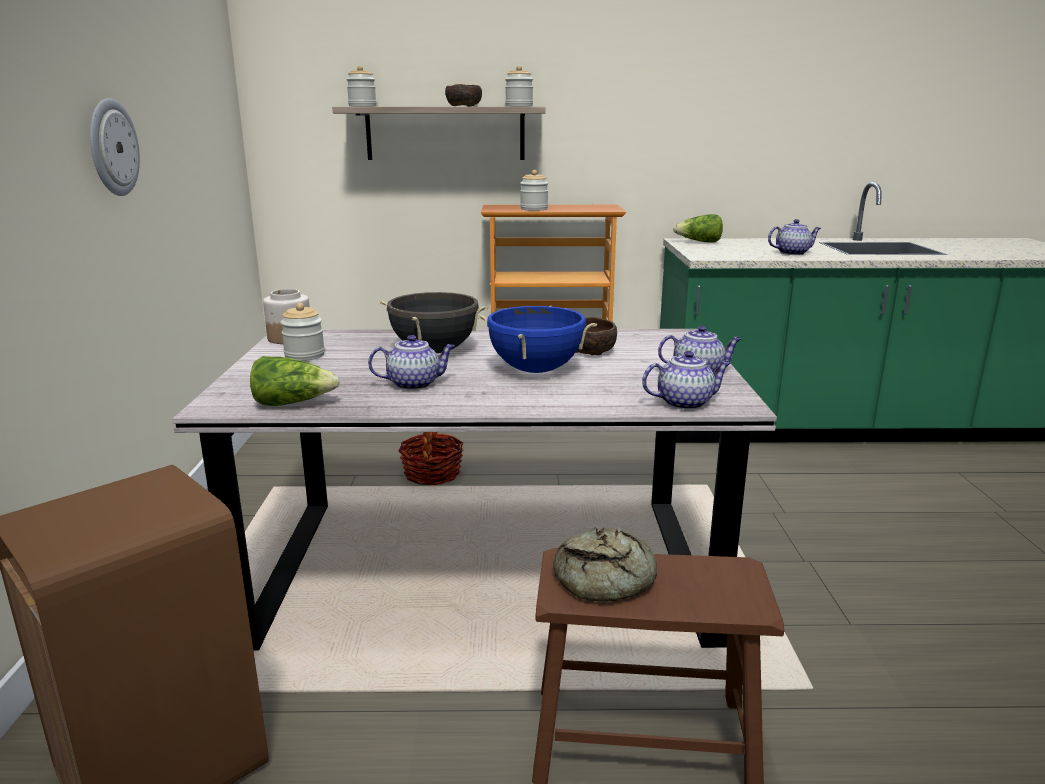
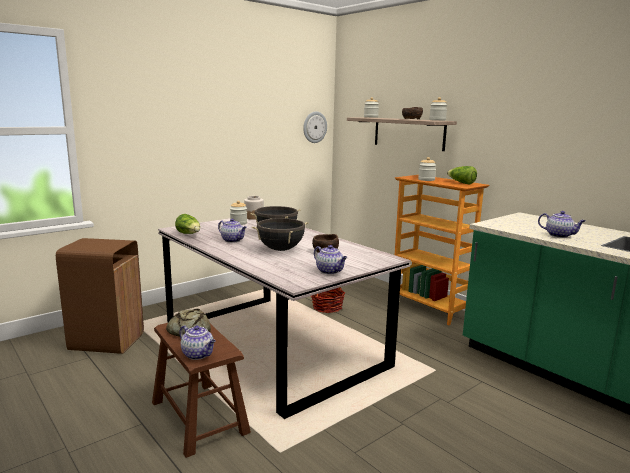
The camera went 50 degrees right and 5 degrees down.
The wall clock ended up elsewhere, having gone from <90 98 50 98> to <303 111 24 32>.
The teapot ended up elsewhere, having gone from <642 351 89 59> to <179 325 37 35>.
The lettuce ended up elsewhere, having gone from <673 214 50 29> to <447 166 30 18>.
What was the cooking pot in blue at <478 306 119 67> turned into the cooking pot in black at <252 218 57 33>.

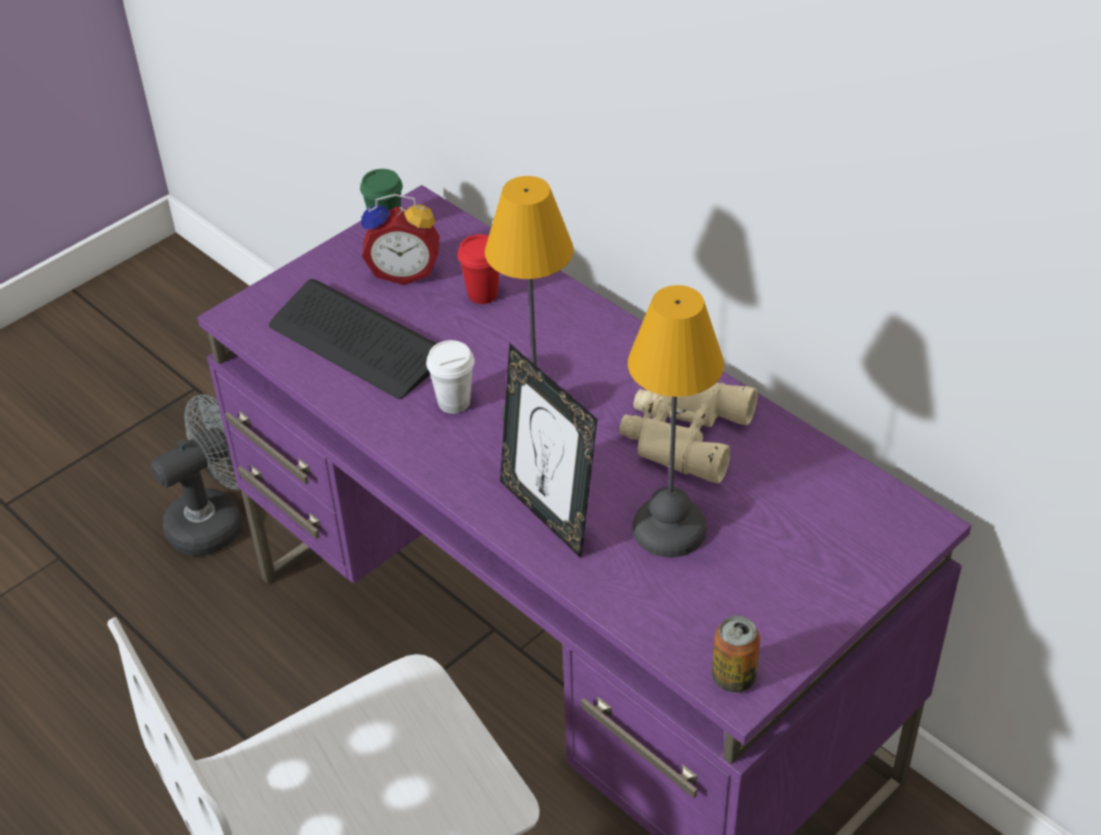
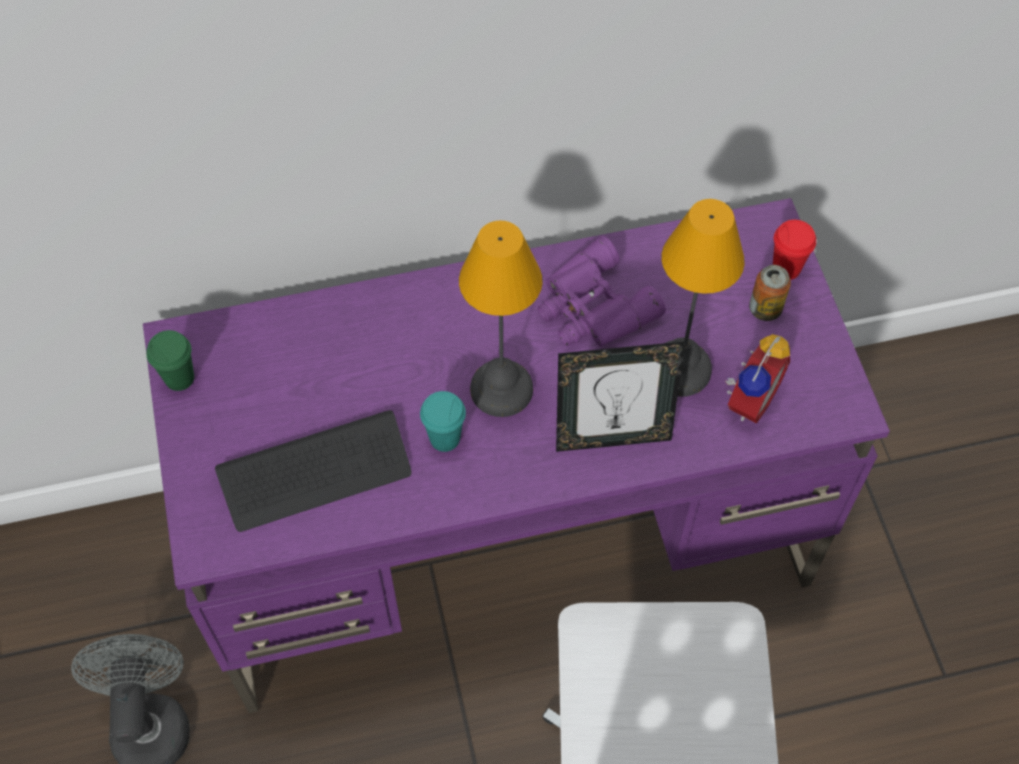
The camera went 60 degrees left and 15 degrees up.
The alarm clock ended up elsewhere, having gone from <361 194 79 91> to <725 334 65 89>.
The cup in red ended up elsewhere, having gone from <457 234 42 70> to <773 220 43 60>.
The can ended up elsewhere, having gone from <712 616 48 77> to <749 265 42 56>.
What was the cup in white at <426 340 48 74> turned into the cup in turquoise at <420 391 46 61>.
What was the binoculars in beige at <619 383 139 100> turned into the binoculars in purple at <538 236 128 110>.

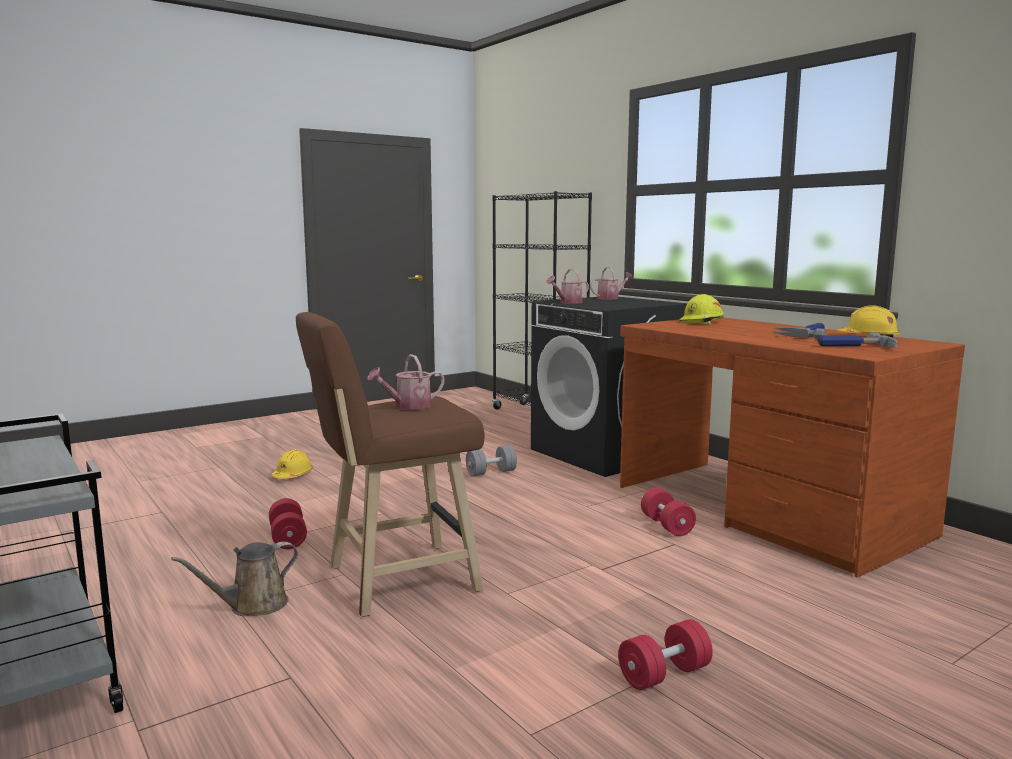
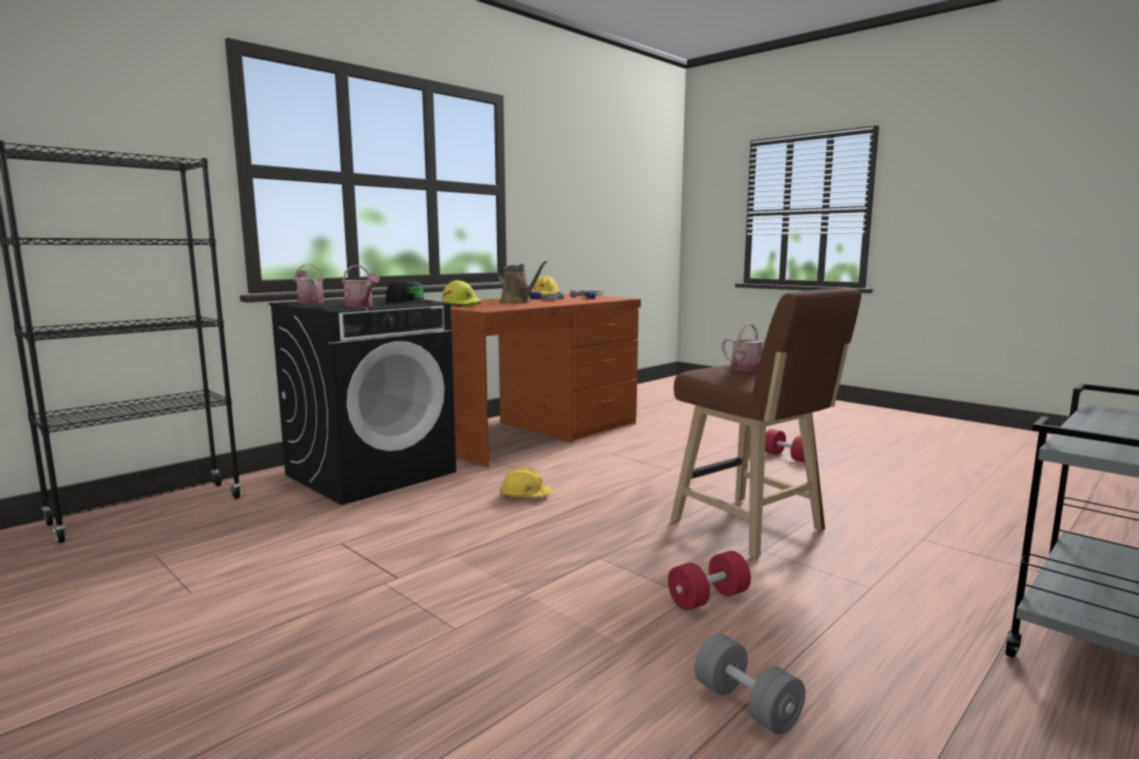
The camera went 100 degrees left and 0 degrees up.
The second view lost the dumbbell in red at <641 488 55 48>.
The second view gained the cap in black at <386 279 48 25>.
The watering can in brown ended up elsewhere, having gone from <171 542 127 74> to <498 261 49 42>.
The hard hat in yellow ended up elsewhere, having gone from <272 450 41 29> to <500 467 52 30>.
The dumbbell in grey ended up elsewhere, having gone from <466 445 51 32> to <695 634 110 101>.

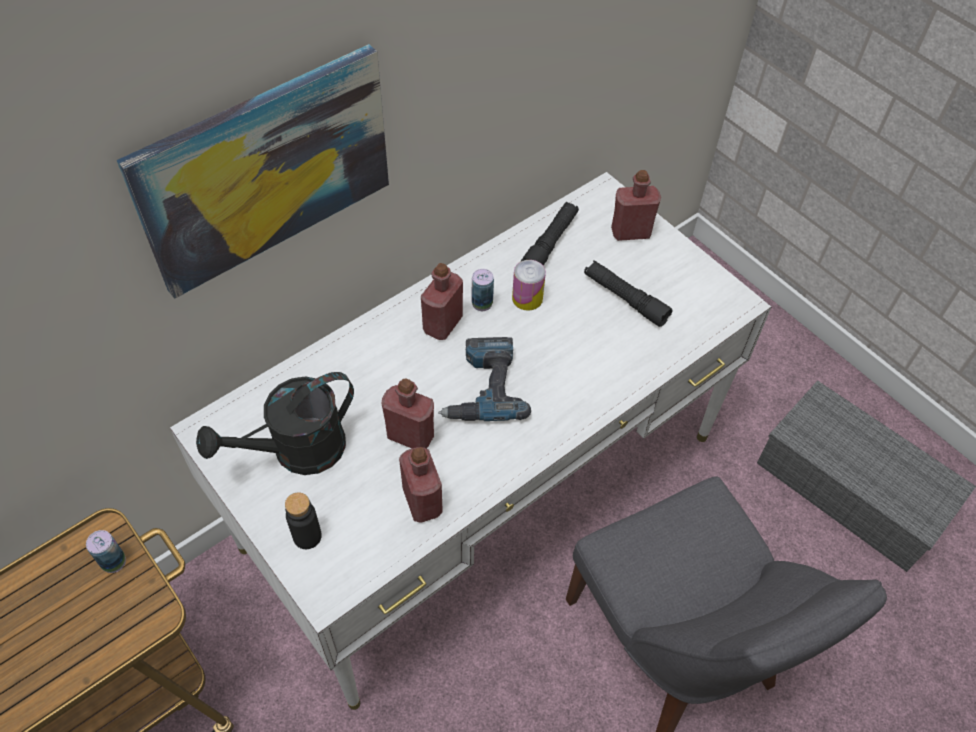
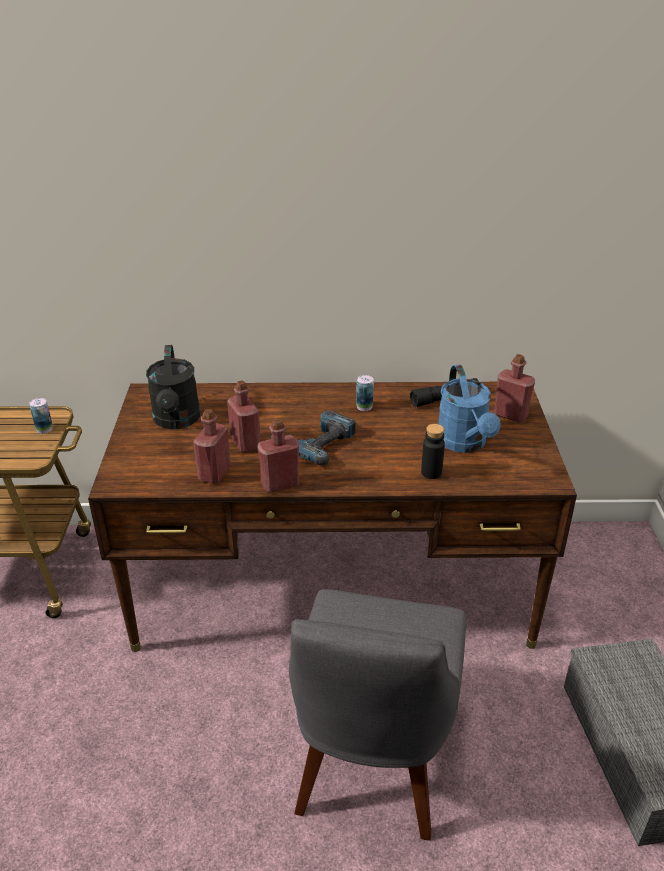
The camera went 40 degrees right and 20 degrees down.
The second view lost the picture at <117 44 272 255>.
The second view lost the can at <512 260 34 51>.
The bottle in black ended up elsewhere, having gone from <285 492 37 57> to <421 424 24 55>.
The bottle in red ended up elsewhere, having gone from <421 263 42 77> to <258 419 41 74>.
Where the flashlight in black stood at <584 260 88 67>, the watering can in blue came to stand at <439 365 62 88>.
What was the desk in white at <170 172 601 538> turned into the desk in brown at <88 382 489 270>.
The watering can in black at <196 372 158 103> ended up facing another way, 105 degrees counterclockwise from before.

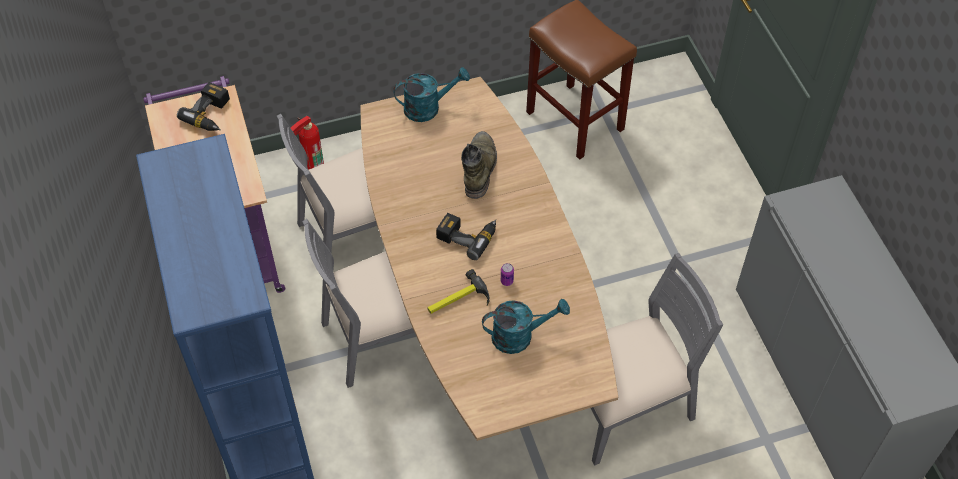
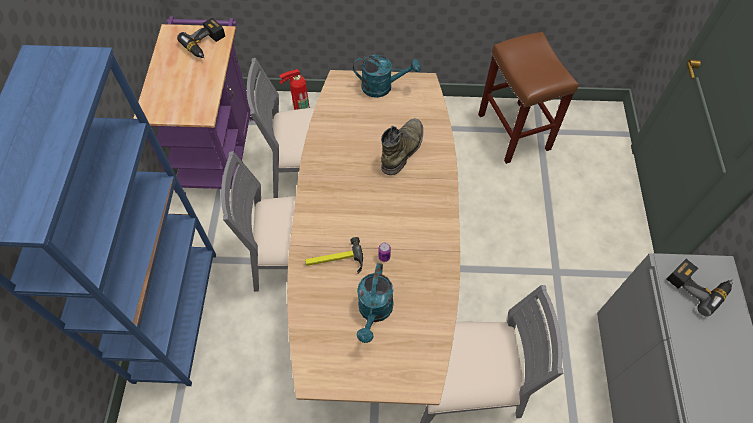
The camera went 20 degrees right and 5 degrees up.
The power drill ended up elsewhere, having gone from <436 213 60 47> to <667 259 66 58>.
The watering can in turquoise at <482 299 88 55> ended up facing another way, 90 degrees clockwise from before.

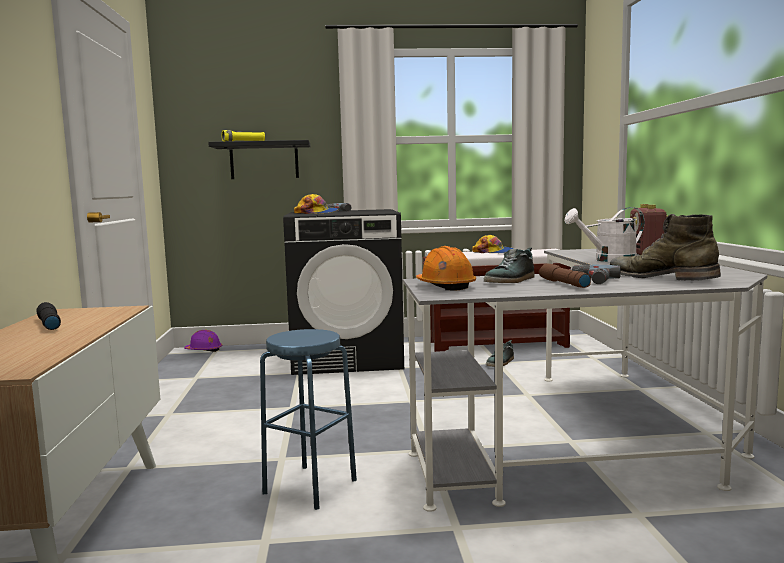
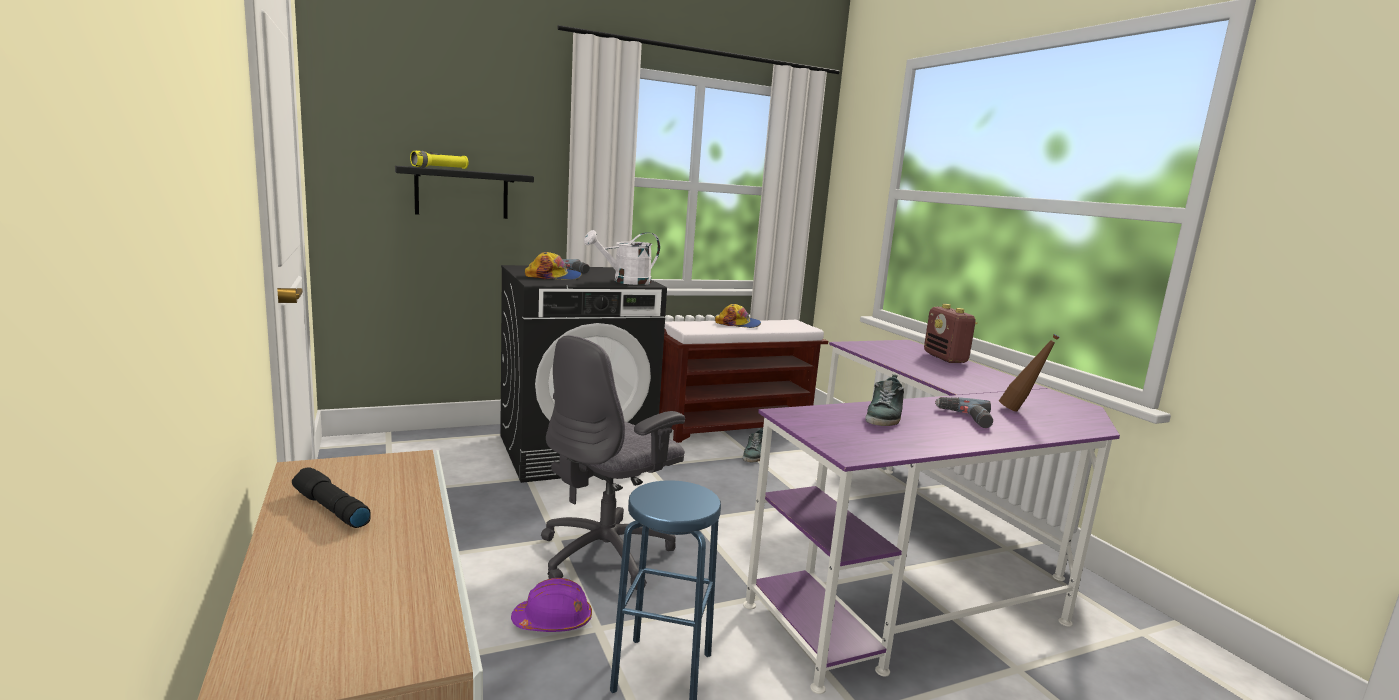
The camera went 20 degrees left and 5 degrees up.
The second view lost the hard hat in orange at <416 246 60 44>.
The second view lost the flashlight in brown at <539 264 52 24>.
The second view gained the office chair in grey at <541 335 144 255>.
The hard hat in purple ended up elsewhere, having gone from <184 330 38 22> to <511 578 81 54>.
The watering can in white ended up elsewhere, having gone from <564 207 80 55> to <584 230 76 55>.
Where the boot in green stood at <609 214 112 67>, the bottle in brown came to stand at <999 334 60 78>.
What was the desk in grey at <403 249 364 263> turned into the desk in purple at <743 340 377 354>.

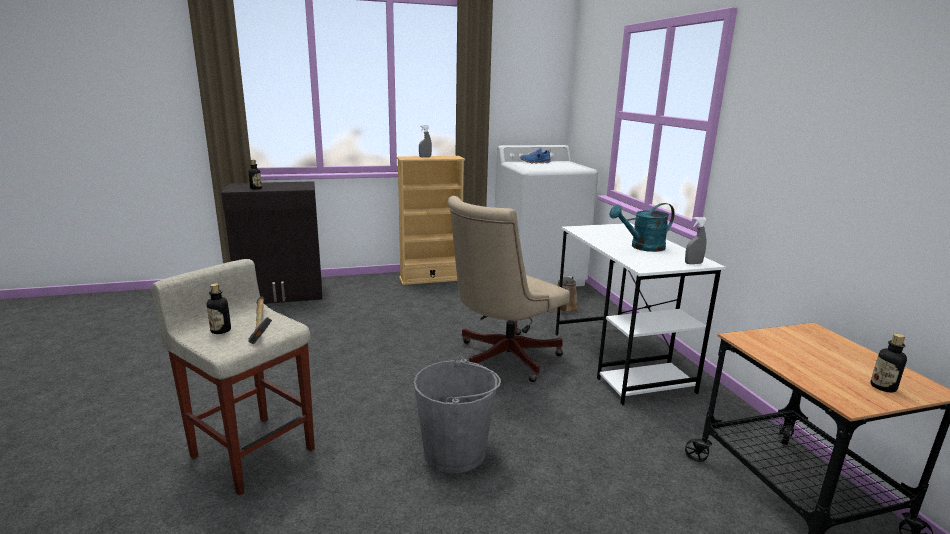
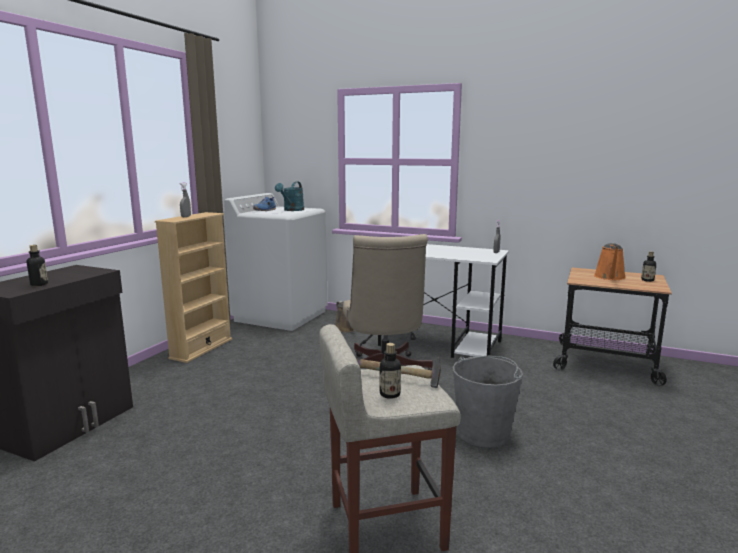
The camera went 50 degrees left and 5 degrees down.
The second view gained the watering can in orange at <594 243 32 37>.
The watering can in turquoise ended up elsewhere, having gone from <609 203 66 49> to <275 181 29 30>.

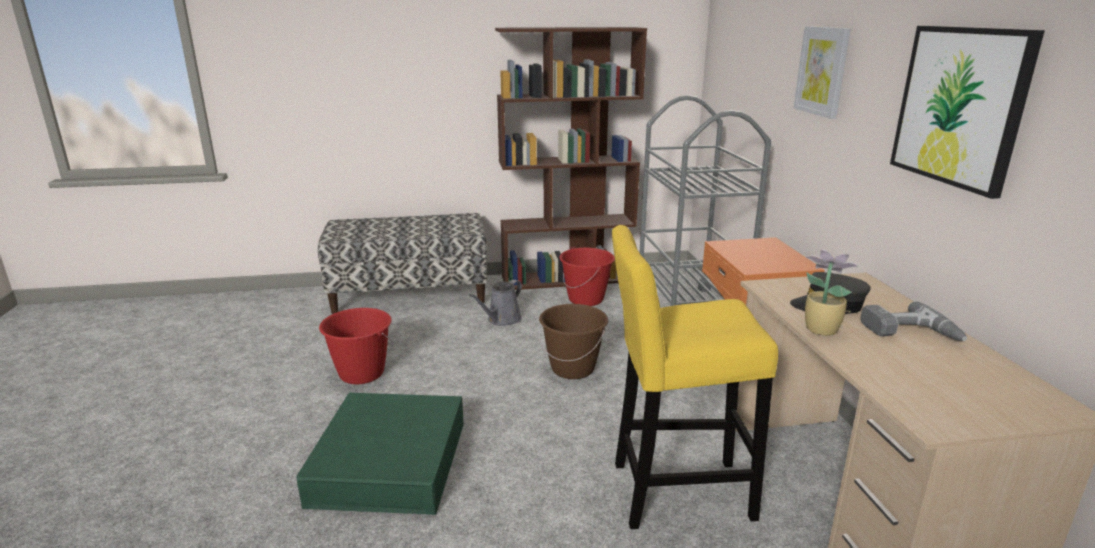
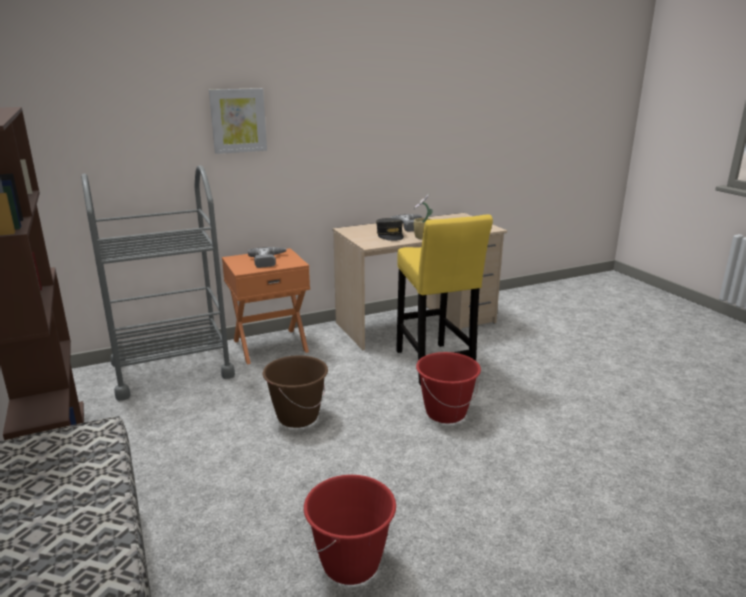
The camera went 105 degrees left and 0 degrees up.
The second view lost the storage box in green at <296 392 168 123>.
The second view lost the watering can in grey at <469 280 53 46>.
The second view lost the picture at <890 26 155 173>.
The second view gained the power drill at <248 247 39 21>.
The bucket in red ended up elsewhere, having gone from <559 248 56 58> to <416 352 65 71>.

